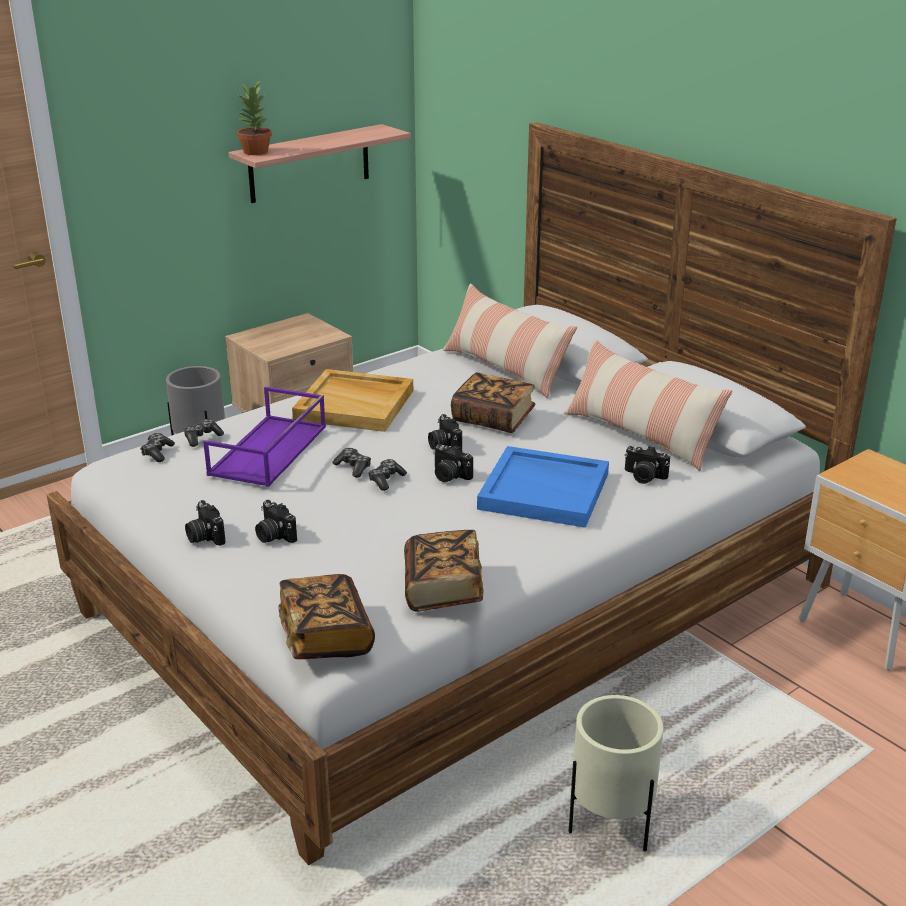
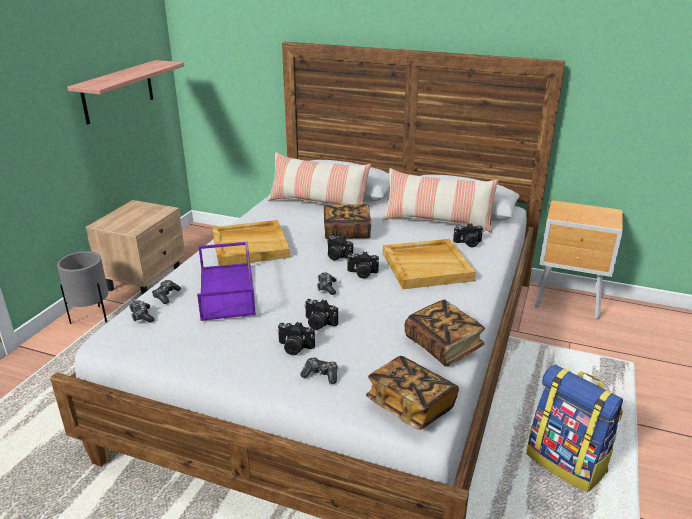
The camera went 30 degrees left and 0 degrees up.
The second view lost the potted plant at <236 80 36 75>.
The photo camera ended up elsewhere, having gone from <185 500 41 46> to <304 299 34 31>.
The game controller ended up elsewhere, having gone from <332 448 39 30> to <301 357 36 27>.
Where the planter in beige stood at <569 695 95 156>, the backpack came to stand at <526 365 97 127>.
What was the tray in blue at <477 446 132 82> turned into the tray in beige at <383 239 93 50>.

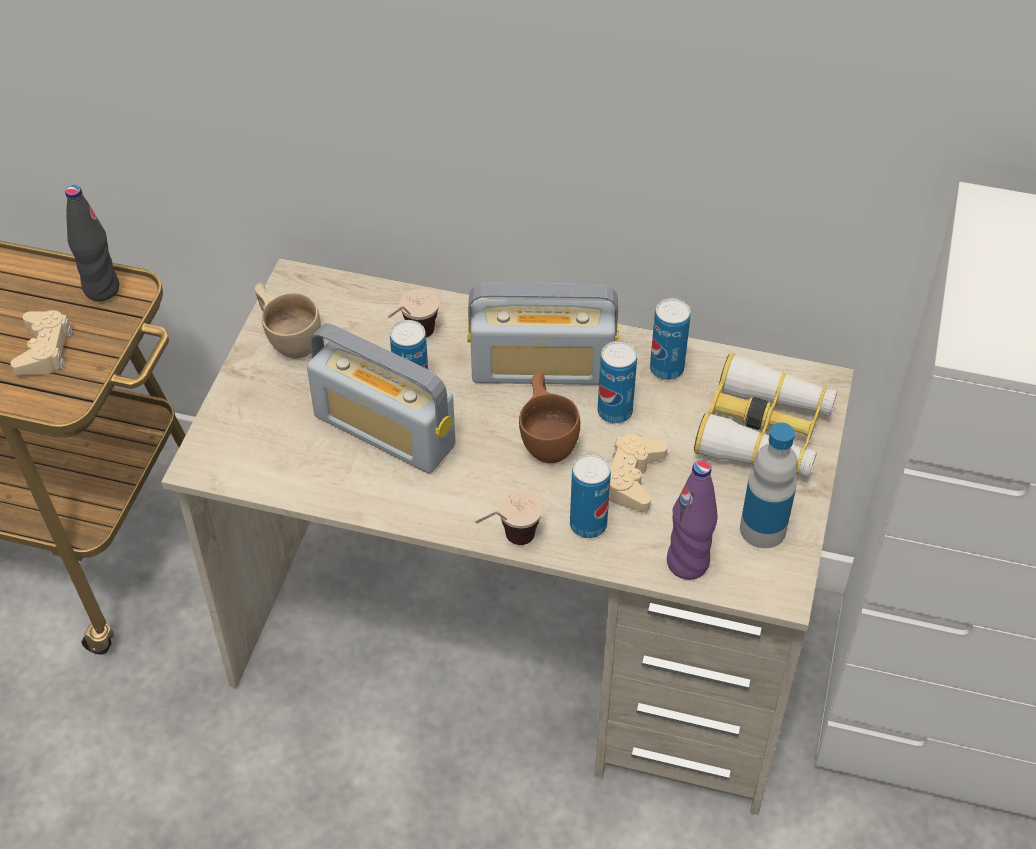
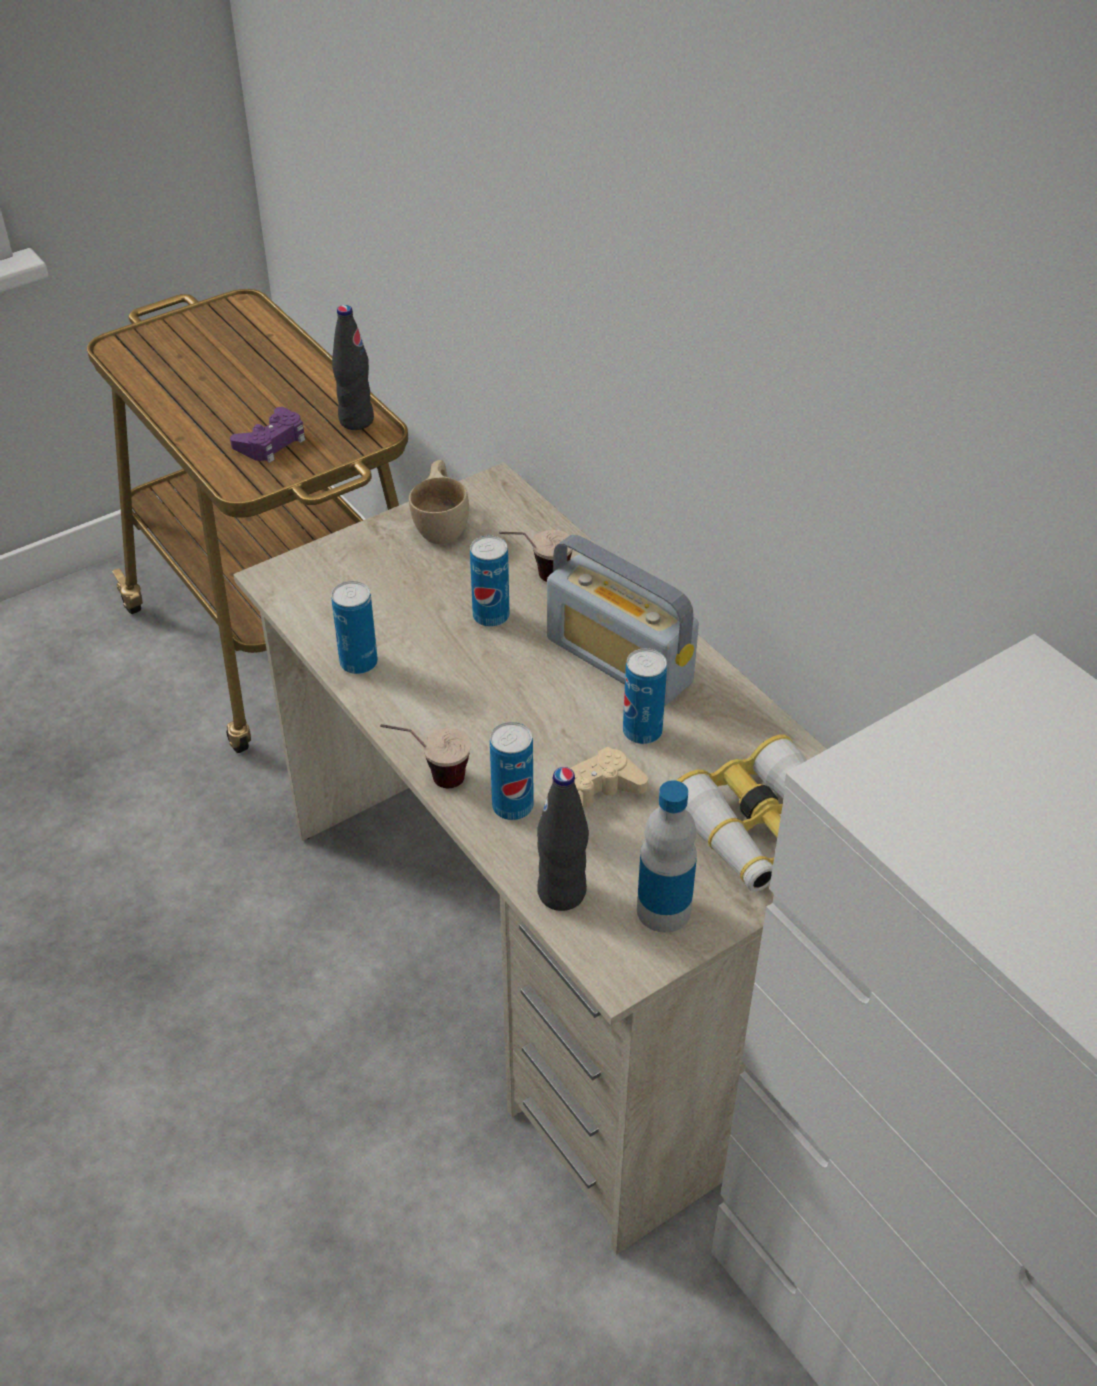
The camera went 40 degrees right and 5 degrees down.
The second view lost the radio at <307 323 148 150>.
The second view lost the cup in brown at <519 373 61 90>.
The can ended up elsewhere, having gone from <650 298 41 82> to <331 581 47 93>.
What was the game controller in beige at <11 310 62 65> turned into the game controller in purple at <230 407 76 56>.
What was the bottle in purple at <667 460 51 120> turned into the bottle in black at <537 767 52 144>.

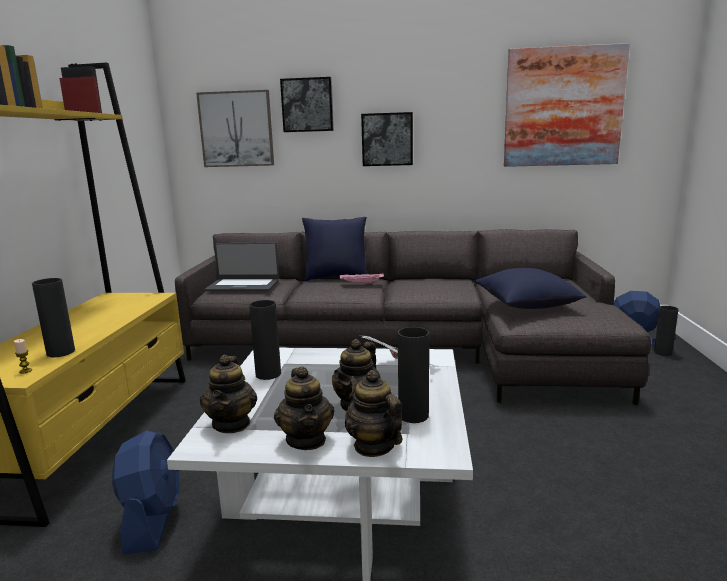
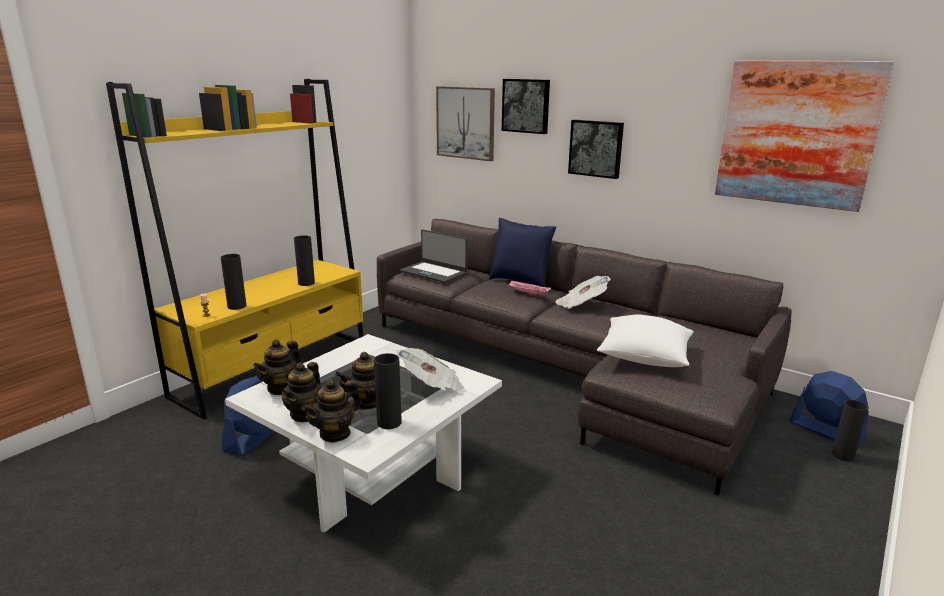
The camera went 30 degrees right and 5 degrees up.
The second view gained the newspaper at <556 276 55 33>.
The vase in black ended up elsewhere, having gone from <249 300 32 80> to <294 235 21 51>.
What was the pillow in blue at <475 268 112 41> turned into the pillow in white at <597 314 97 53>.
The teapot at <345 370 57 87> ended up facing another way, 135 degrees counterclockwise from before.

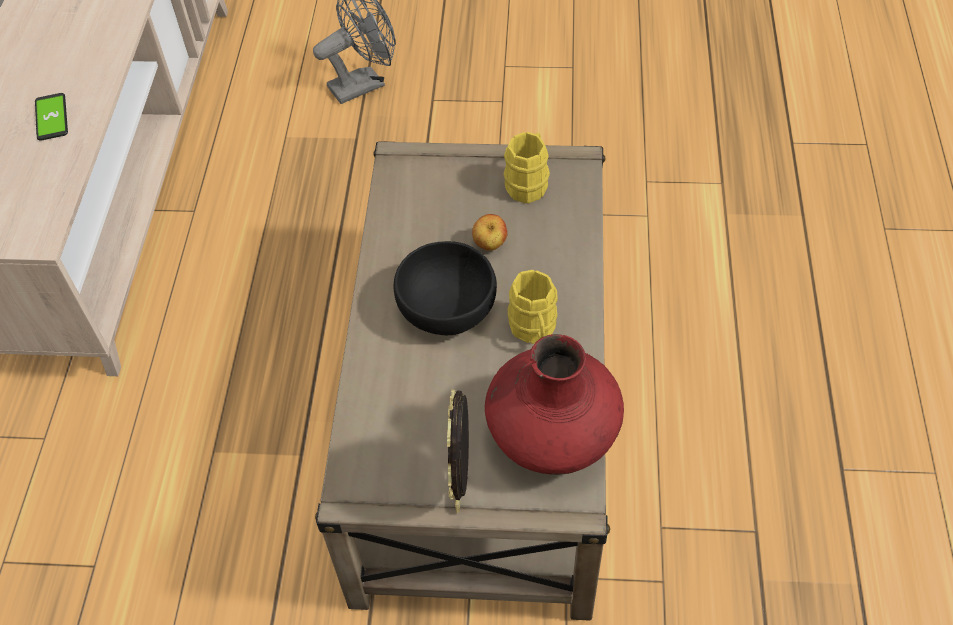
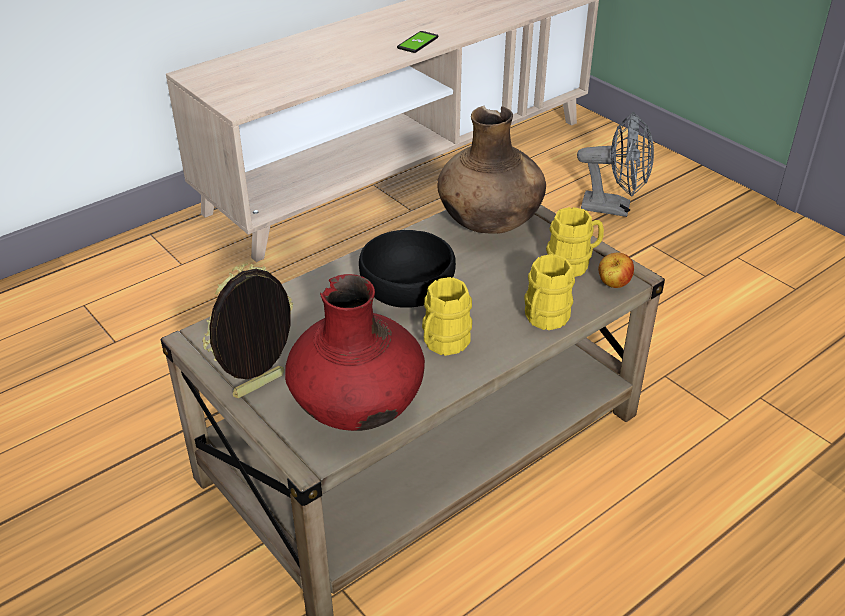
The camera went 45 degrees right and 15 degrees down.
The second view gained the vase in brown at <437 106 109 128>.
The second view gained the mug in yellow at <524 254 51 76>.
The phone ended up elsewhere, having gone from <35 93 33 48> to <397 31 42 22>.
The apple ended up elsewhere, having gone from <472 214 35 37> to <598 253 36 35>.

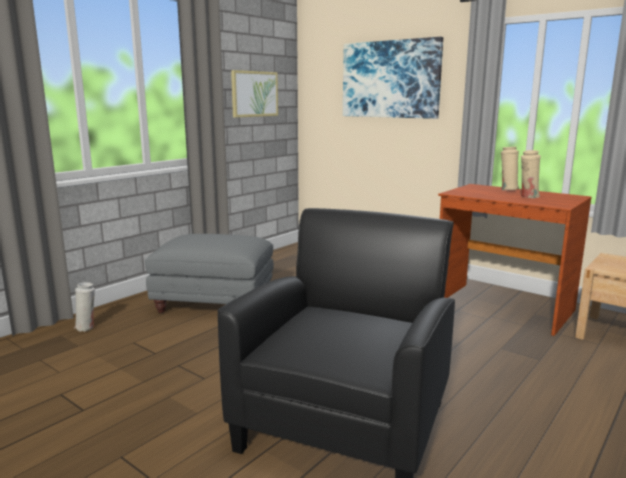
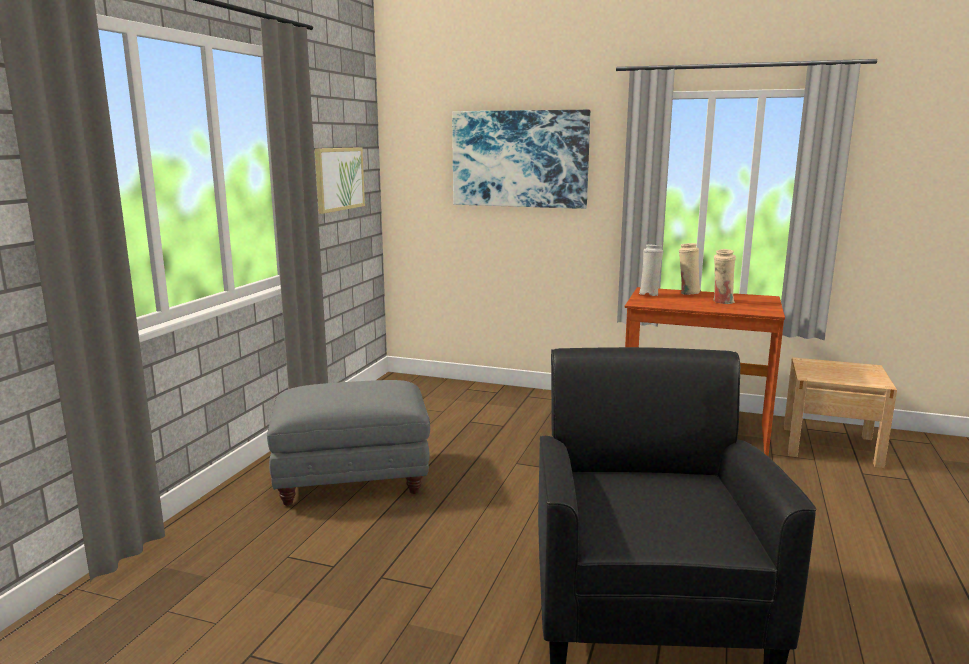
The camera went 20 degrees left and 0 degrees up.
The vase in white ended up elsewhere, having gone from <75 282 20 50> to <638 244 25 52>.

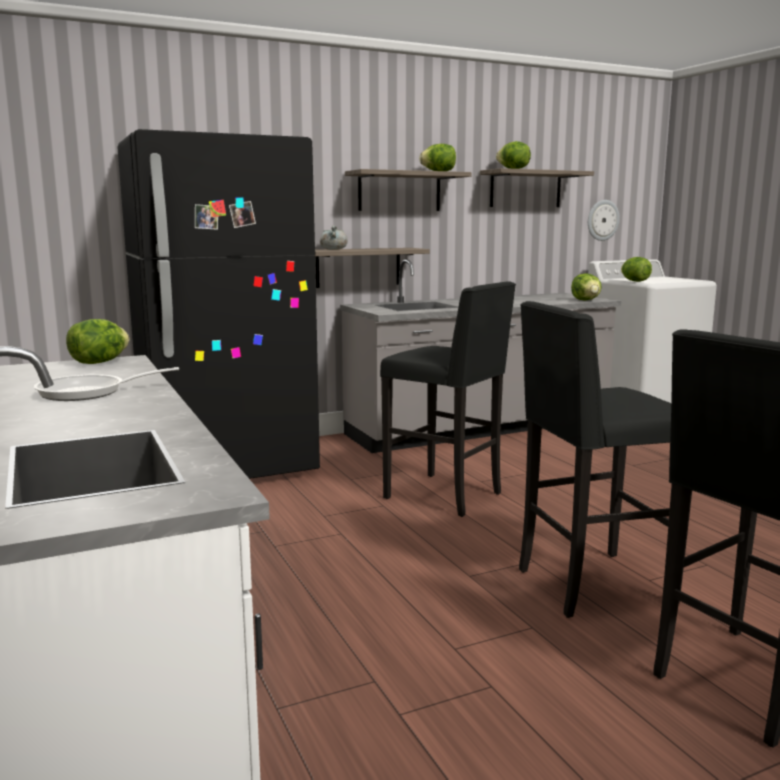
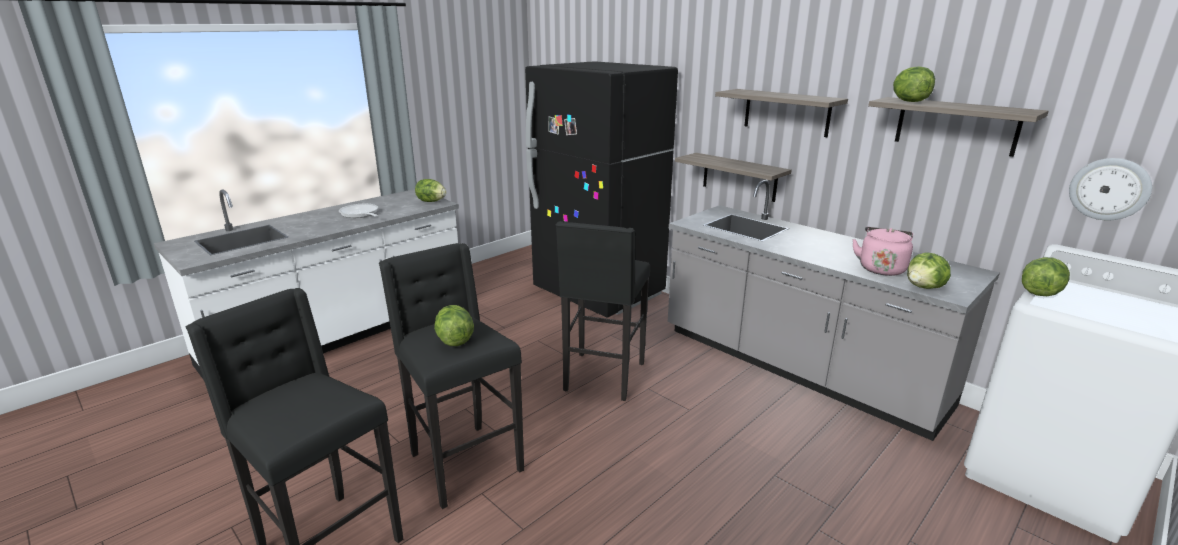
The camera went 70 degrees right and 10 degrees up.
The second view lost the cooking pot in grey at <320 225 28 25>.
The second view gained the kettle in pink at <852 227 61 49>.
The lettuce ended up elsewhere, having gone from <419 144 37 27> to <434 305 40 41>.

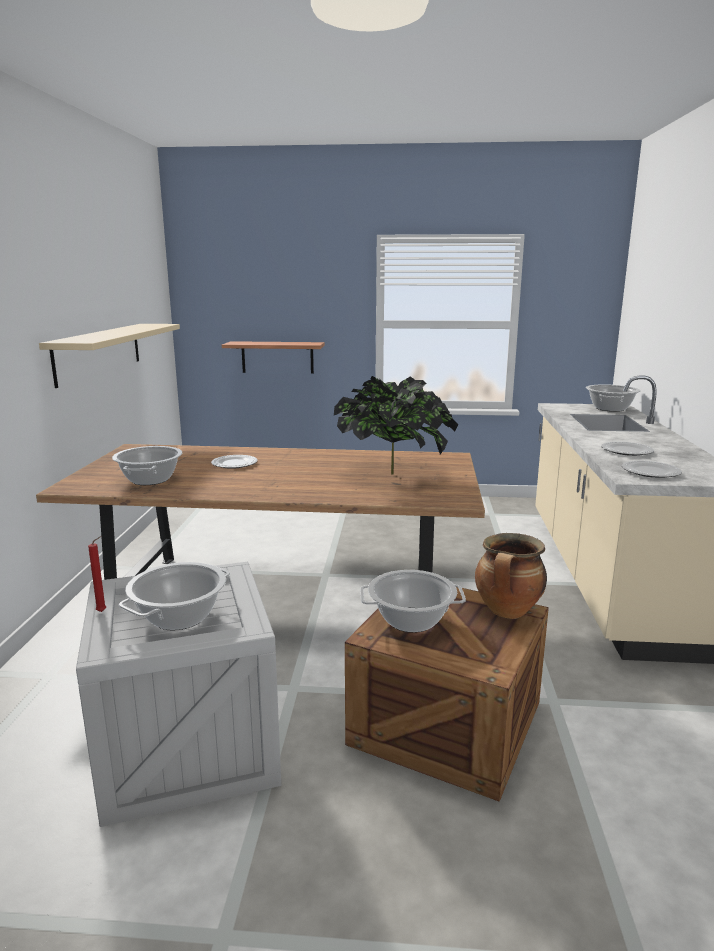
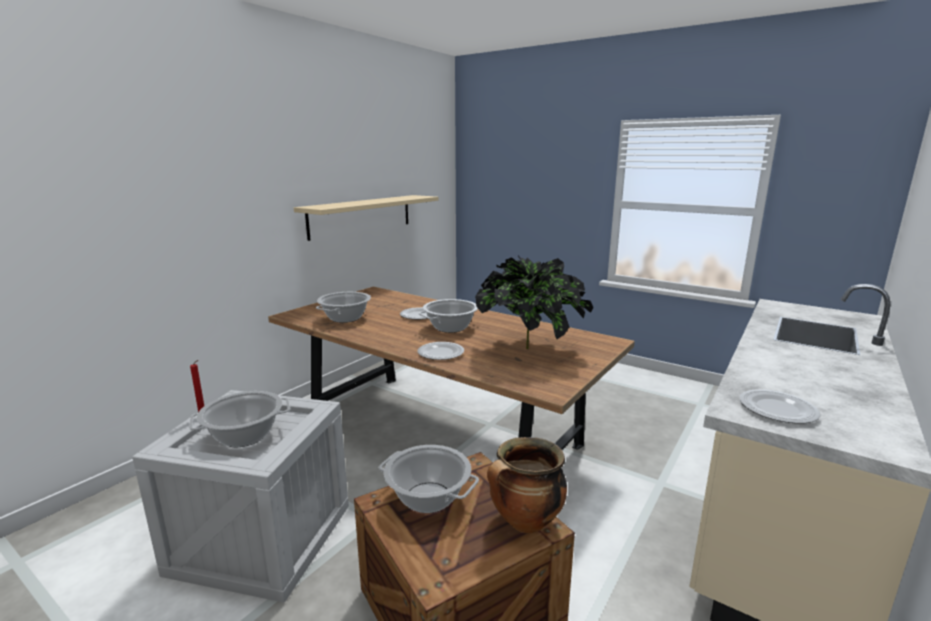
The camera went 30 degrees right and 0 degrees up.
The second view lost the shelf at <222 341 103 33>.
The cooking pot ended up elsewhere, having gone from <586 384 55 28> to <419 299 59 34>.
The plate ended up elsewhere, having gone from <601 441 53 15> to <418 342 46 18>.

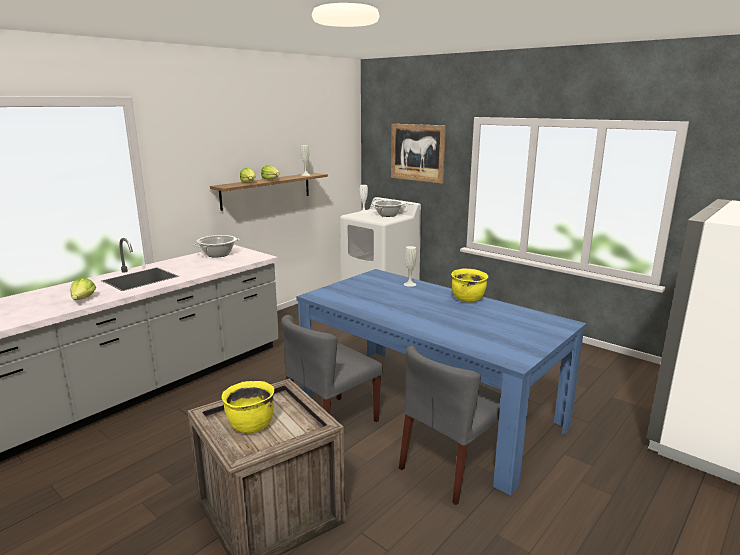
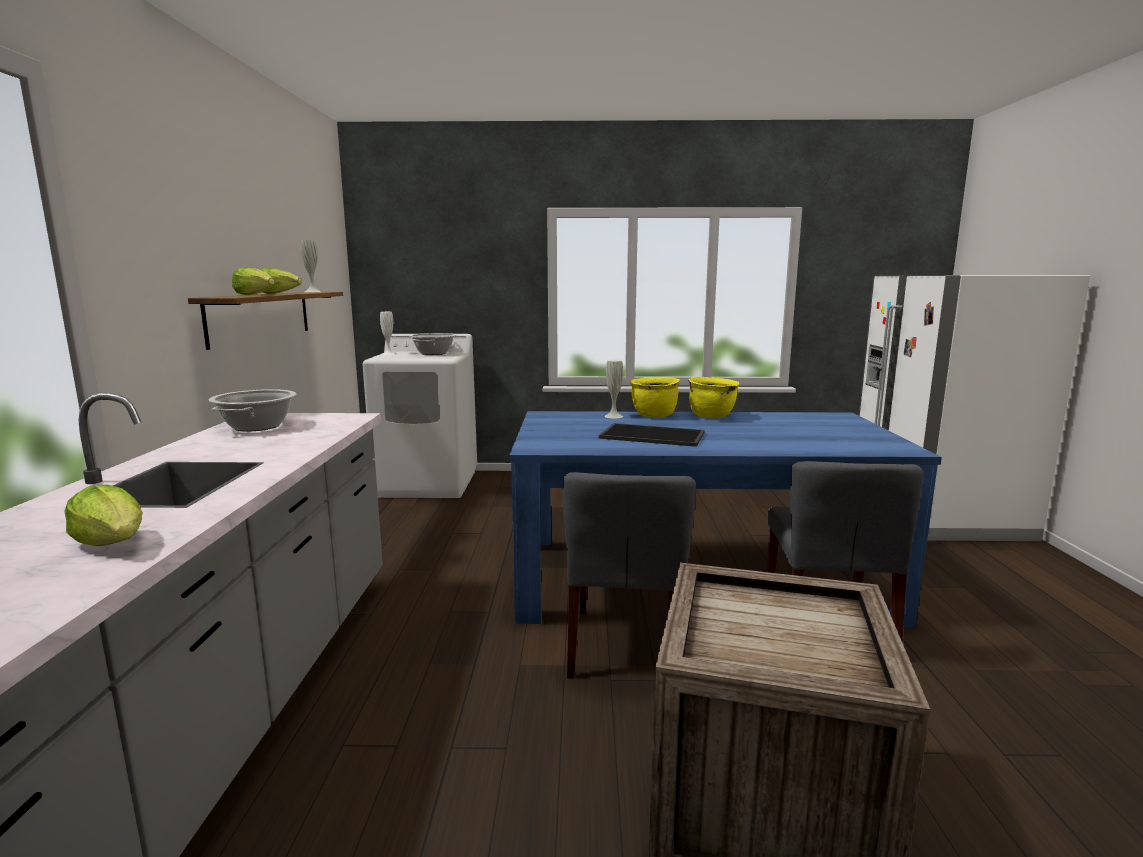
The camera went 40 degrees left and 5 degrees down.
The second view lost the picture at <391 124 55 60>.
The second view gained the tray at <599 423 106 24>.
The cooking pot in yellow ended up elsewhere, having gone from <222 381 52 52> to <630 377 50 40>.

